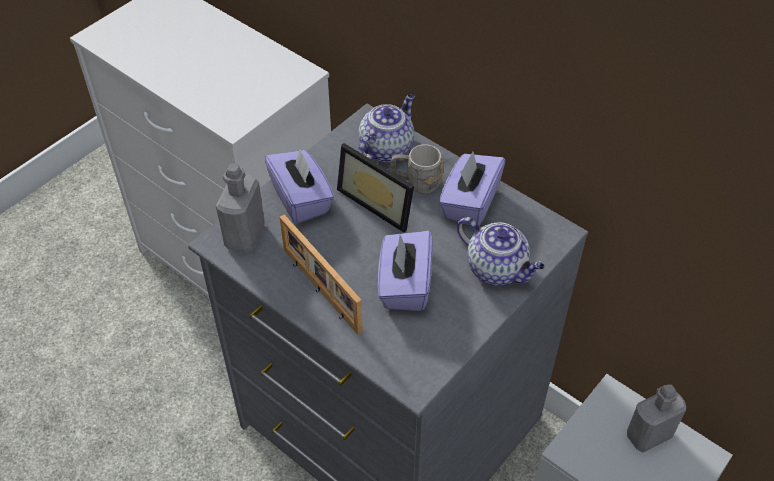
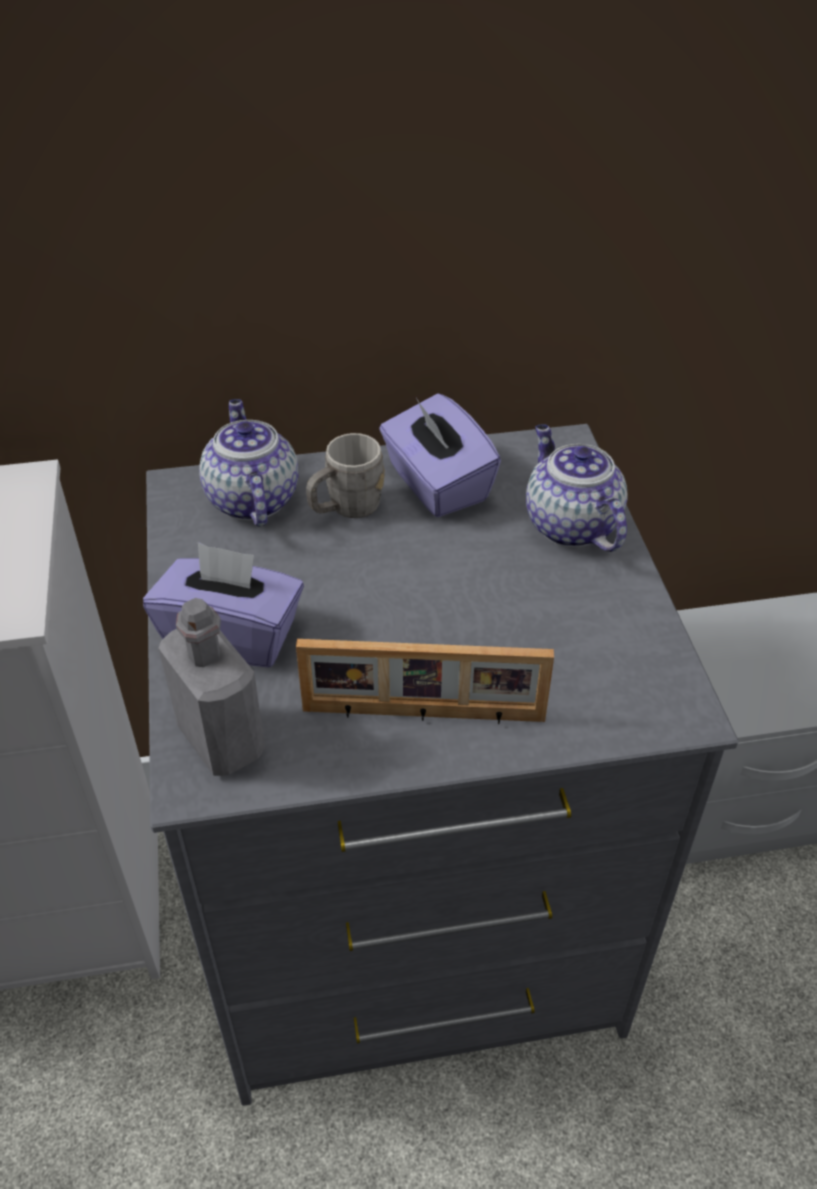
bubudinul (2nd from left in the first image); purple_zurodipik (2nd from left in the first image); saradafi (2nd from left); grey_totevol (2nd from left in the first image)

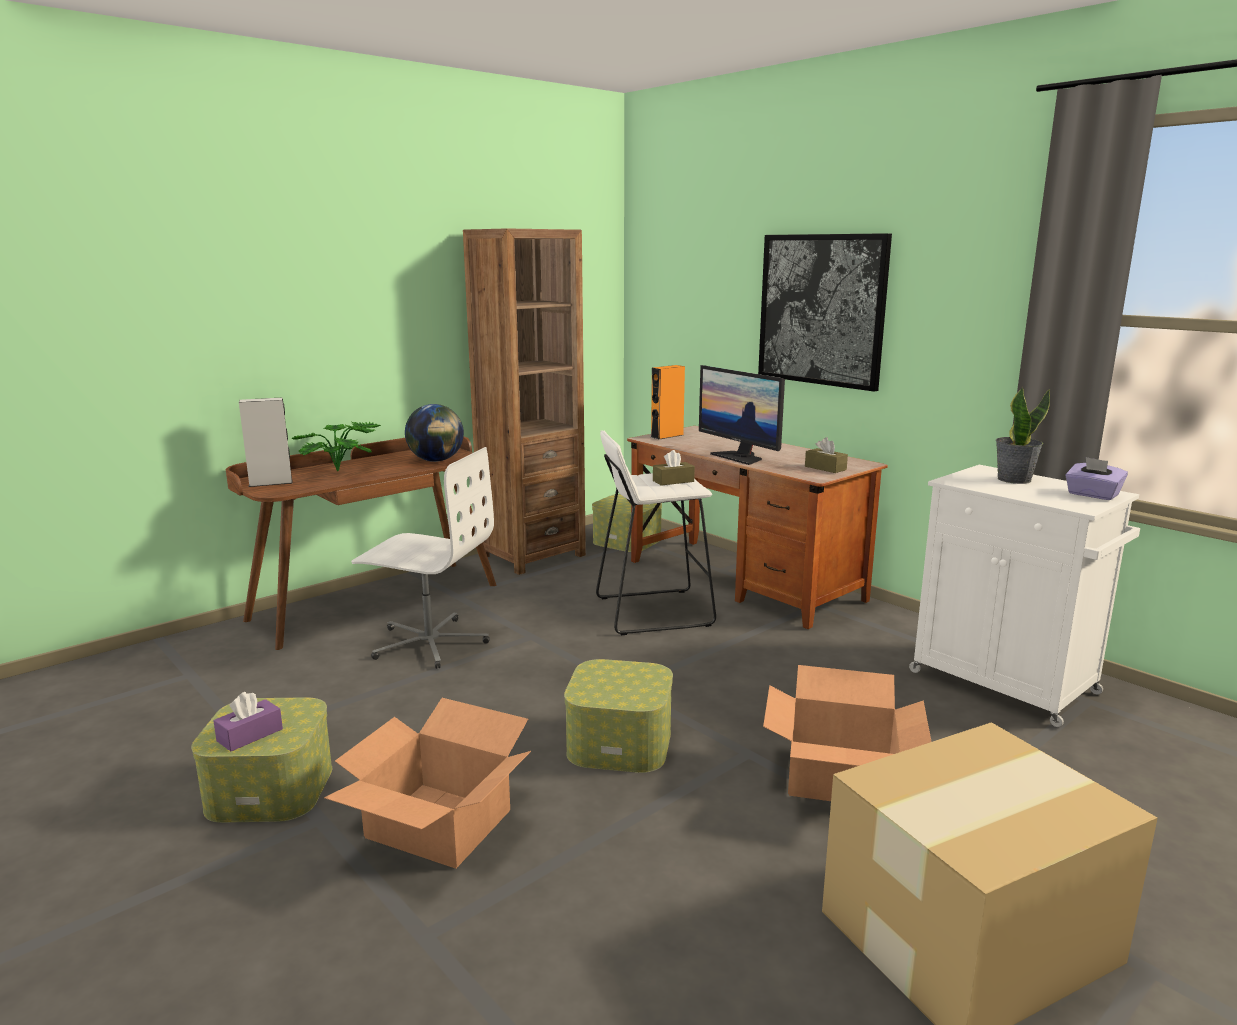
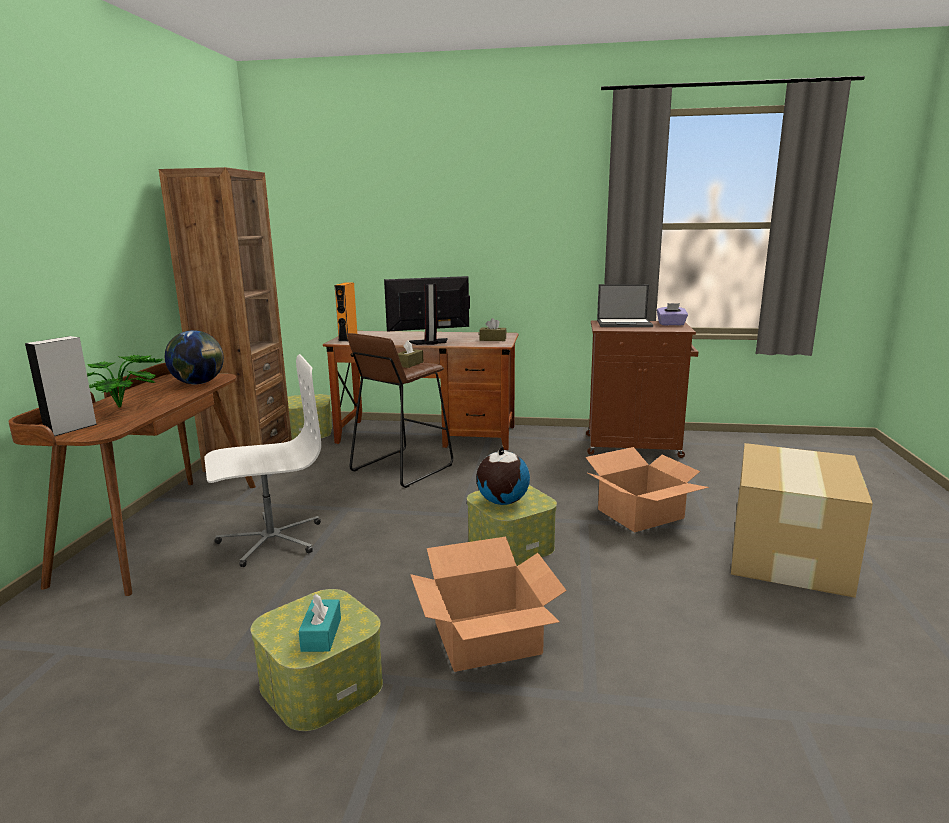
turquoise_zurodipik; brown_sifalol; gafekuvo; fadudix; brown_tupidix; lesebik; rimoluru (2nd from left)

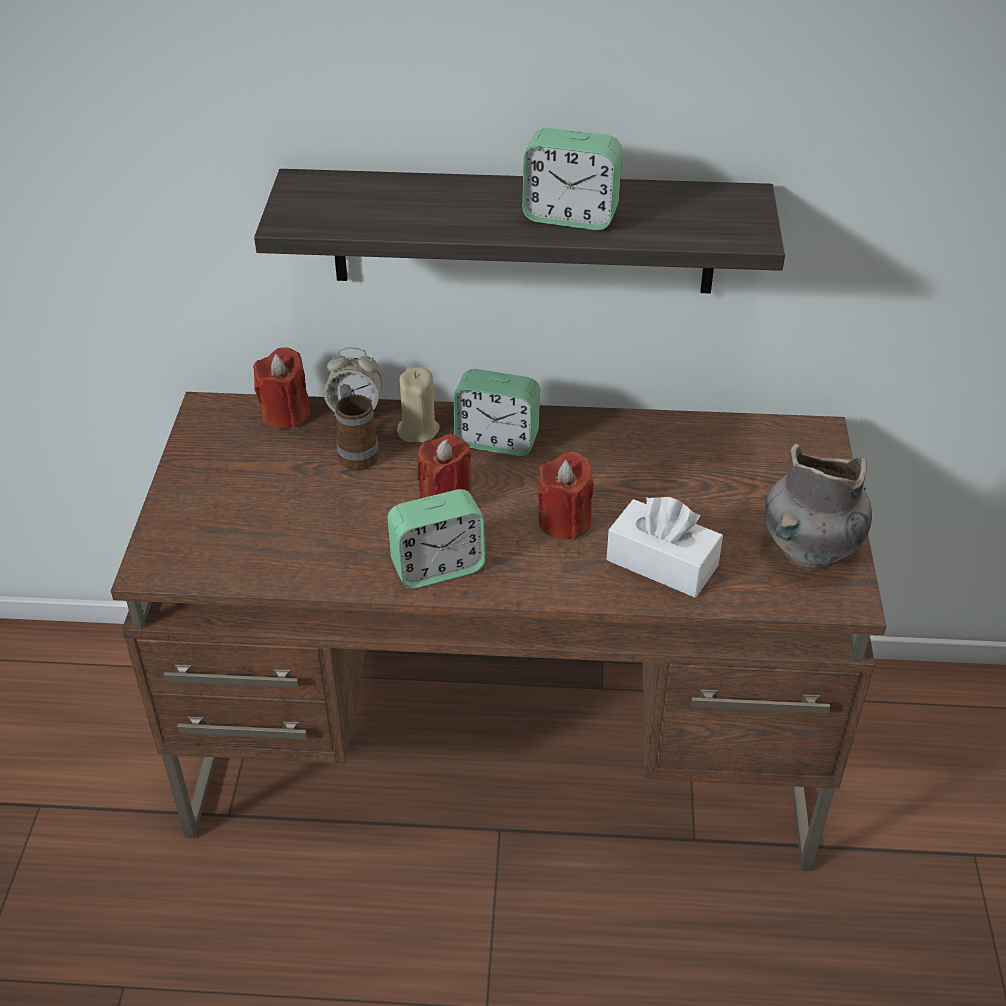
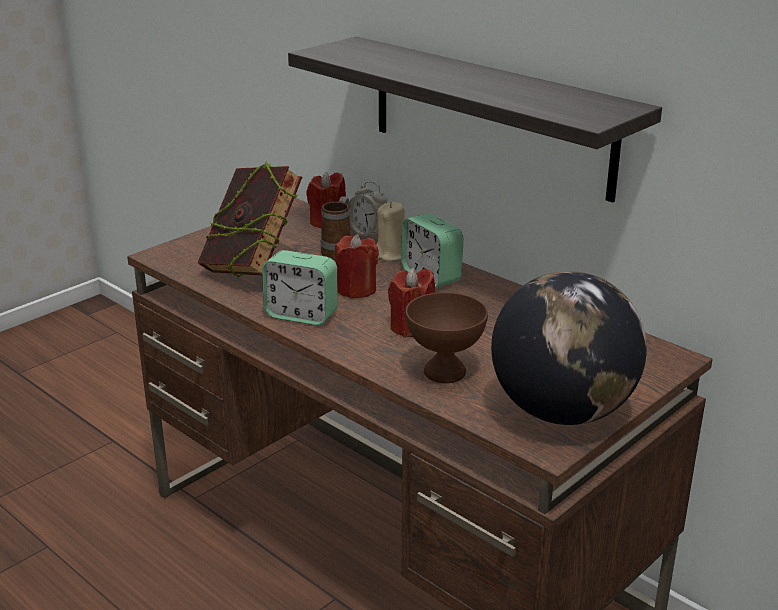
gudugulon (4th from left in the first image); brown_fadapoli; rimoluru; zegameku

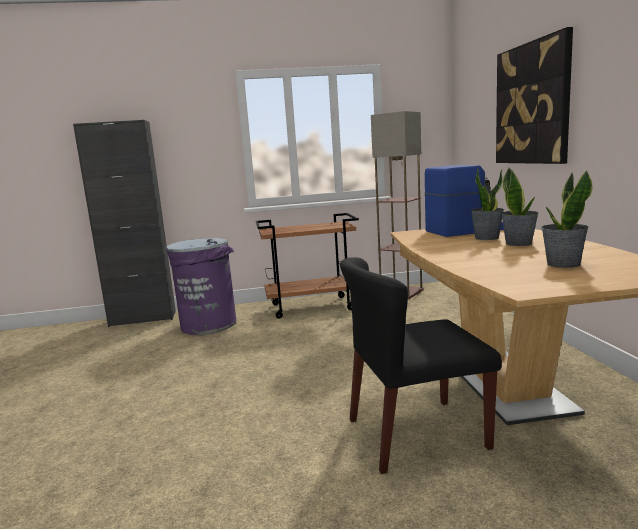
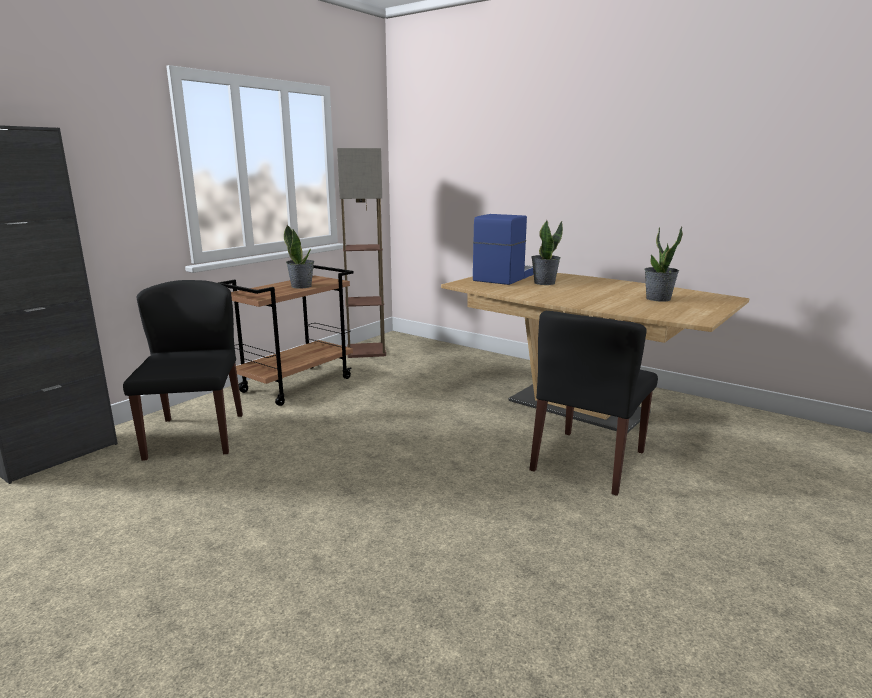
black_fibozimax (1st from left); fadudix; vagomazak (1st from left)

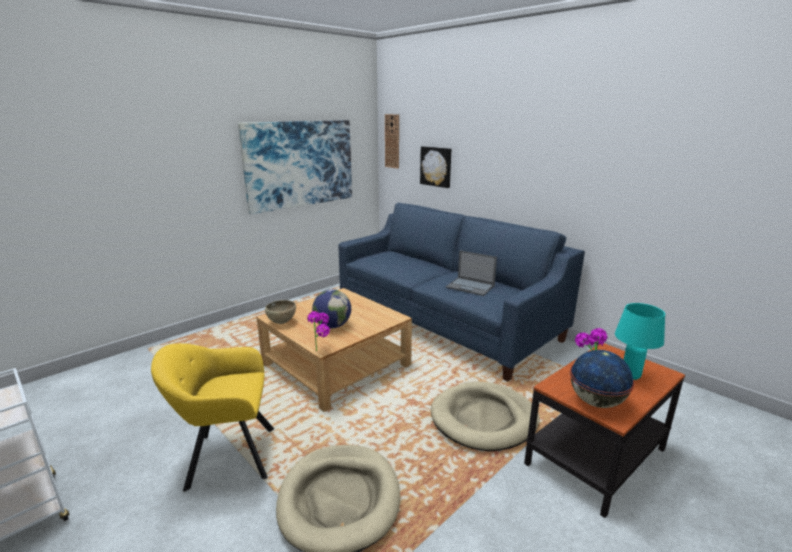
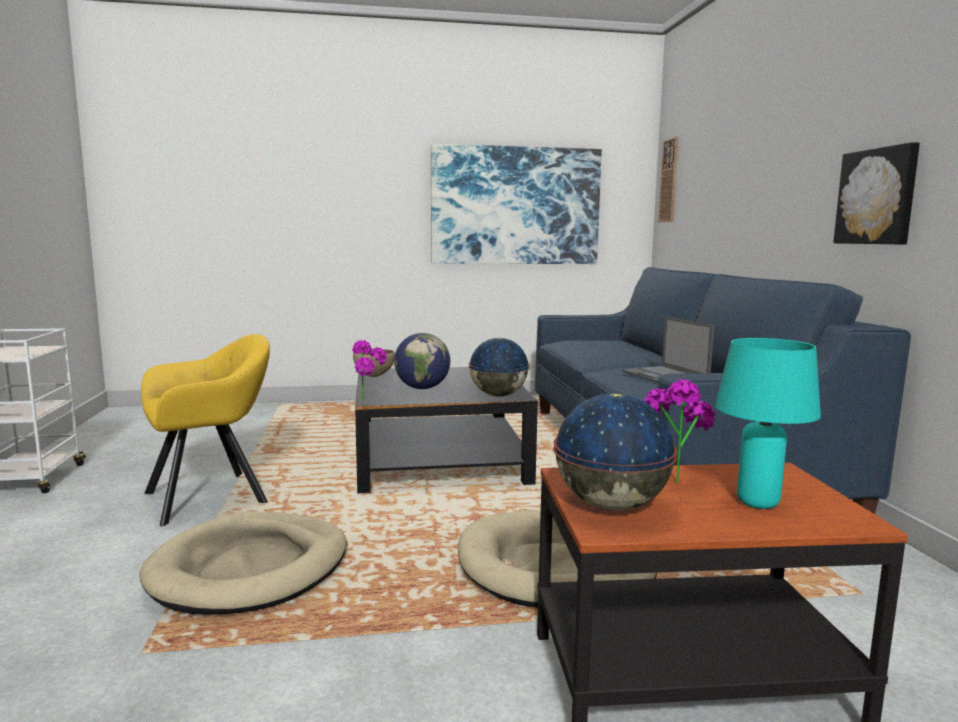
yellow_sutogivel; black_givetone; fadudix (2nd from left); rimoluru (2nd from left)

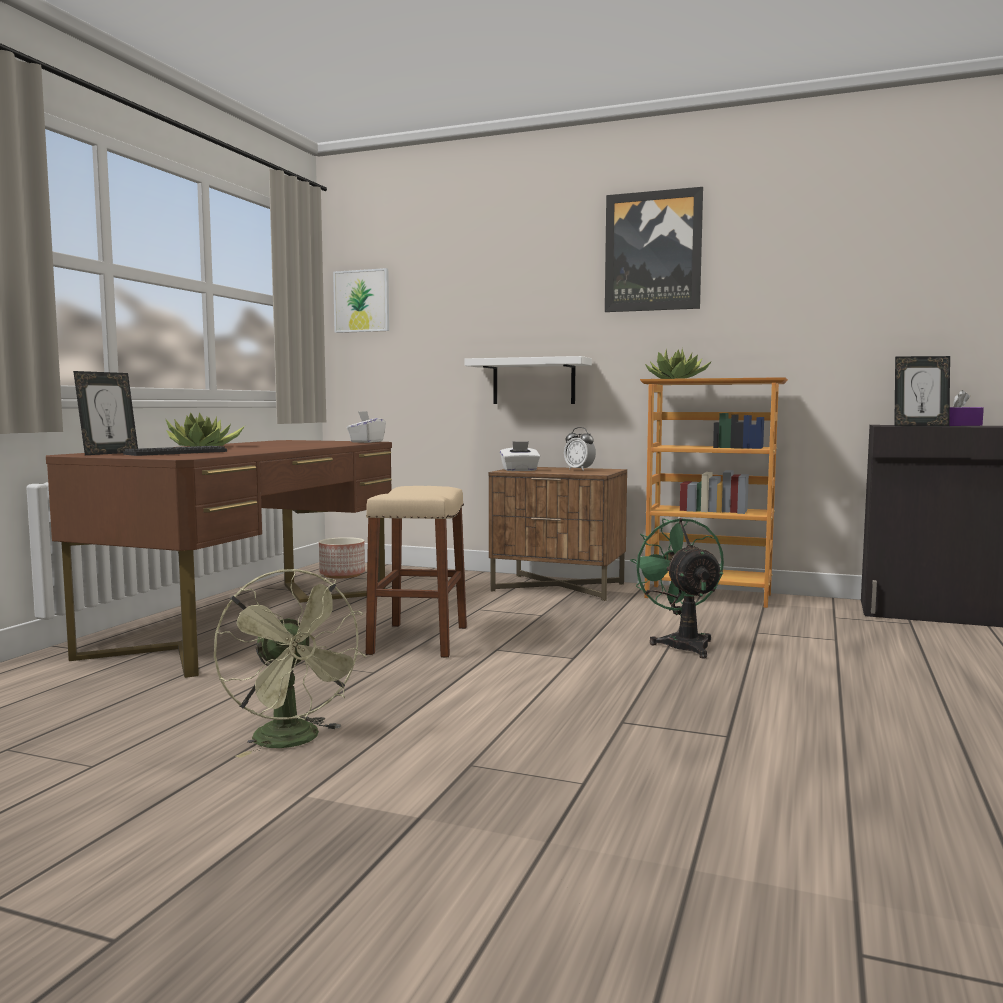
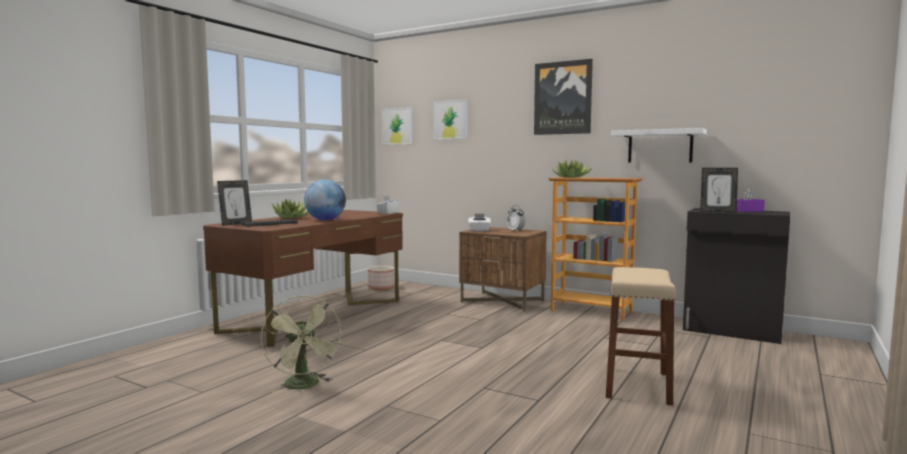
beige_sifalol; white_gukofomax; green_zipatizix (2nd from left in the first image); rimoluru; fadudix (2nd from left)

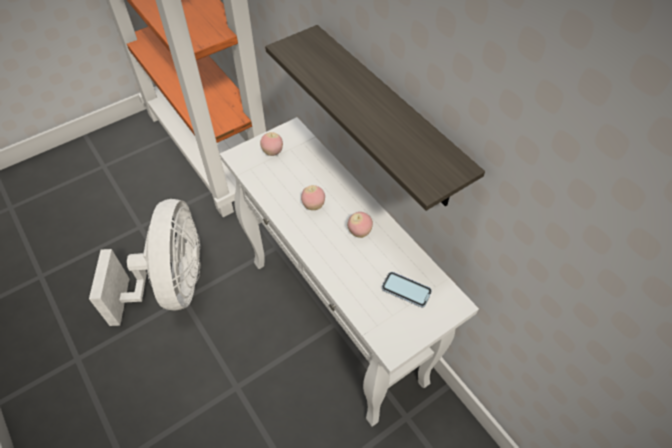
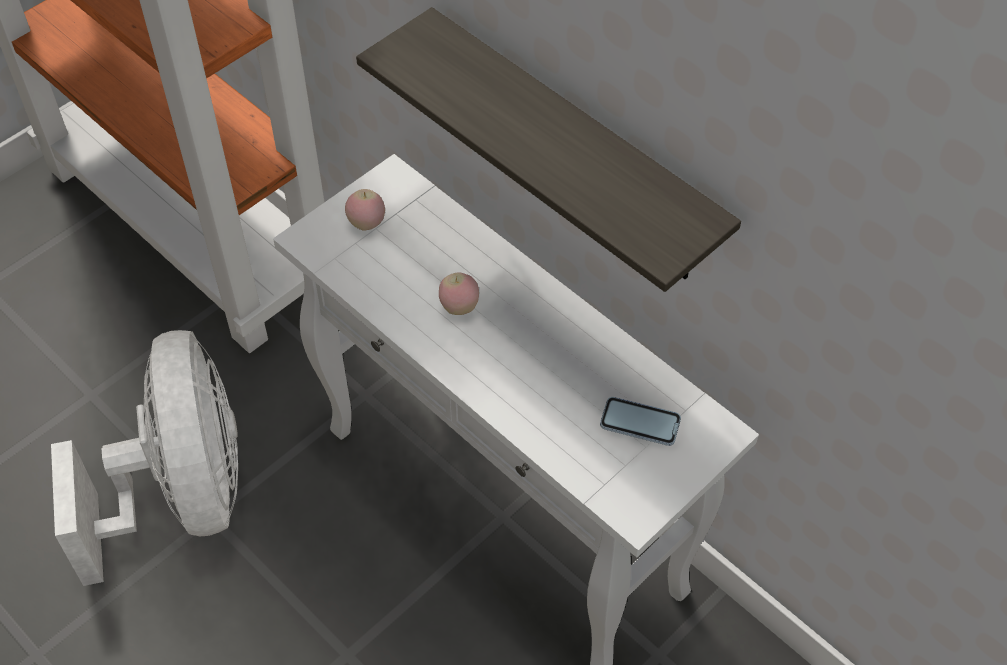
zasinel (3rd from left in the first image)

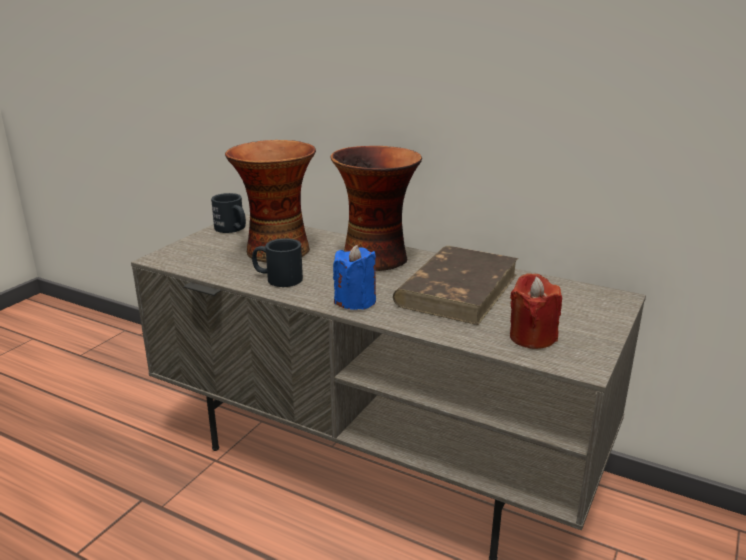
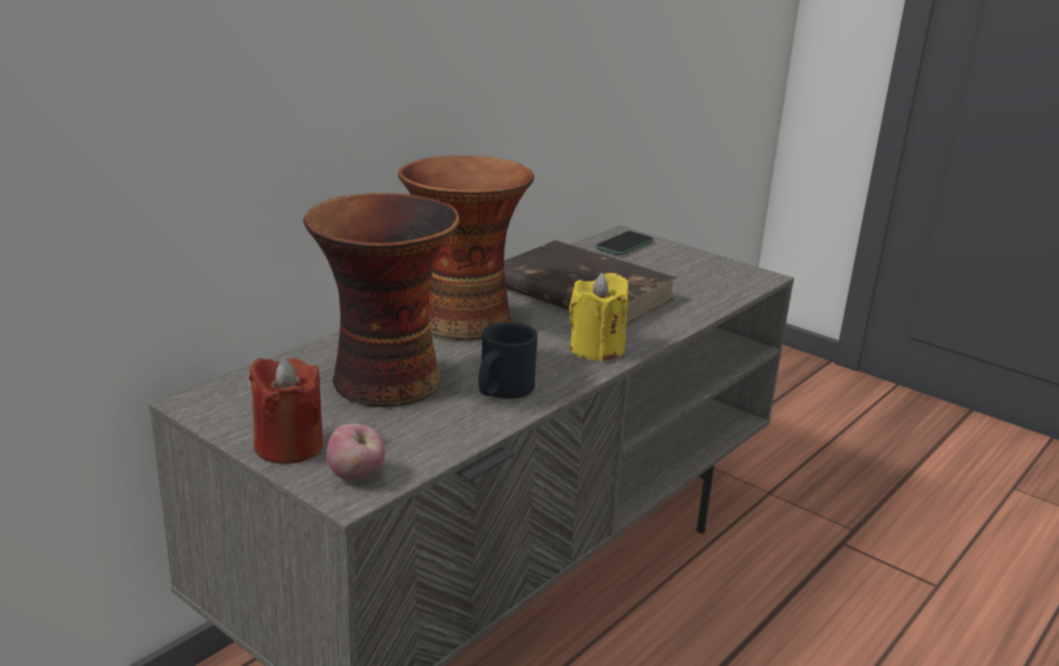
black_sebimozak (1st from left in the first image); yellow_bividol; red_bividol; zasinel; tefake

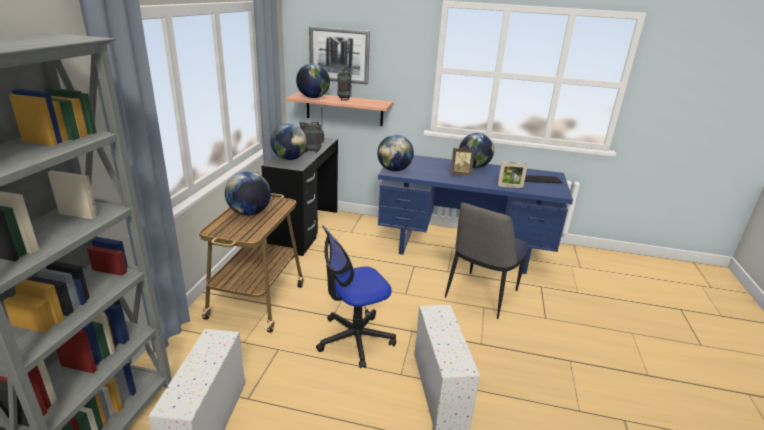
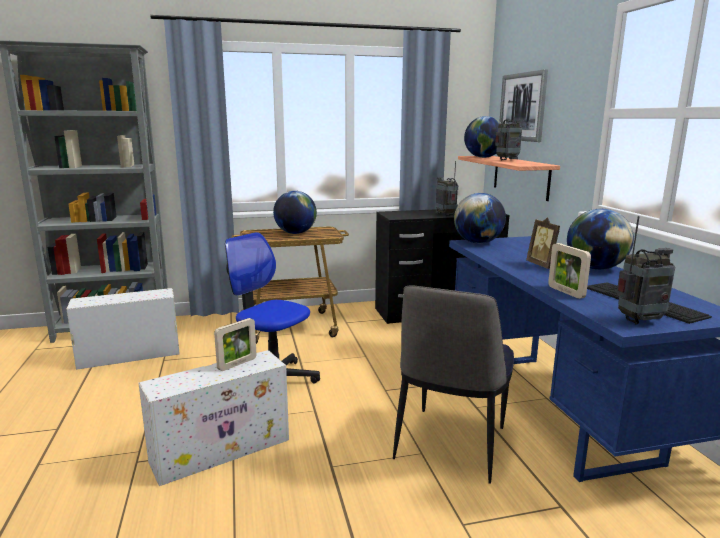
rimoluru (2nd from left in the first image); fibozimax; bubudinul (1st from left); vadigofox (3rd from left)

